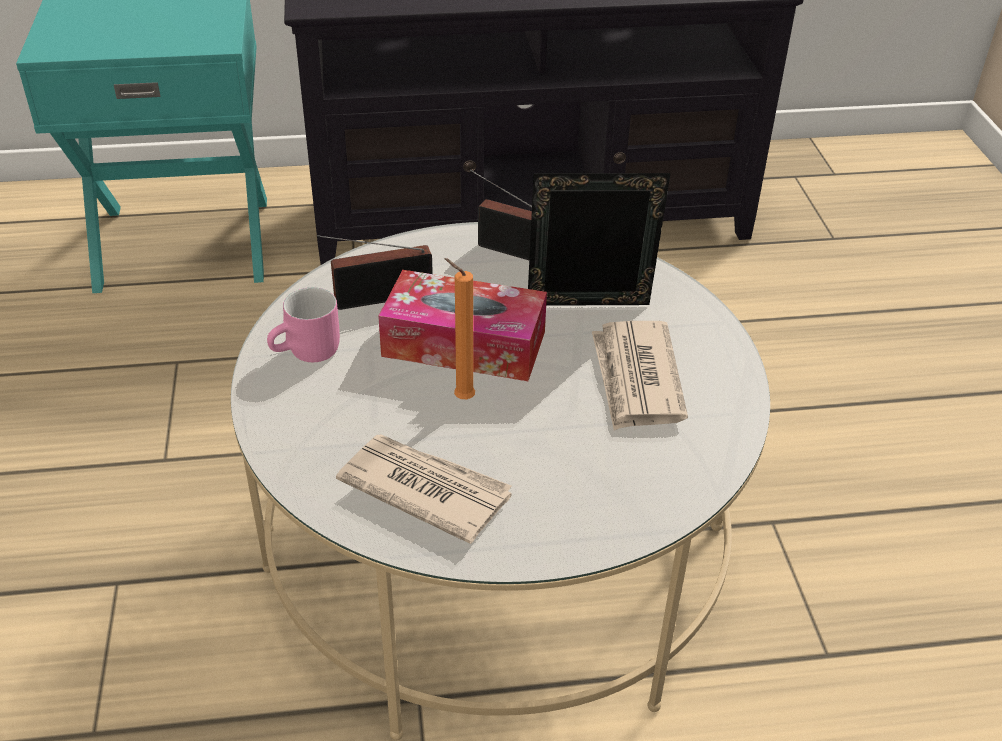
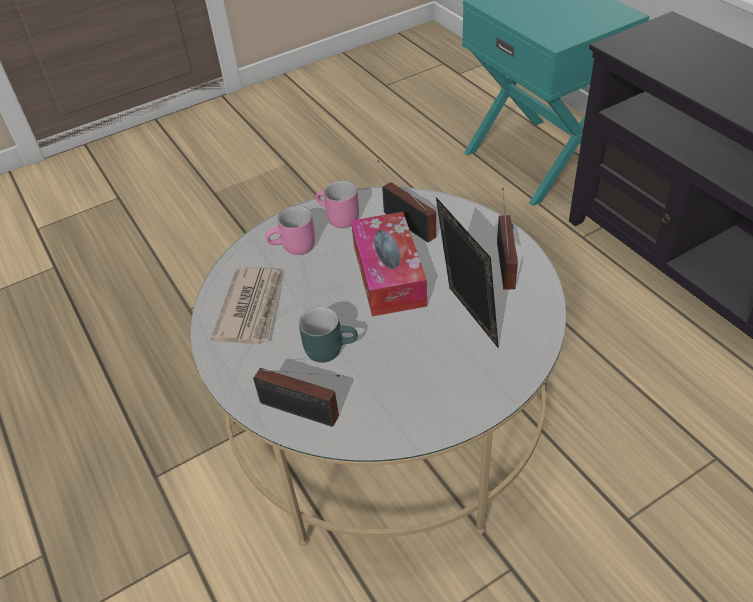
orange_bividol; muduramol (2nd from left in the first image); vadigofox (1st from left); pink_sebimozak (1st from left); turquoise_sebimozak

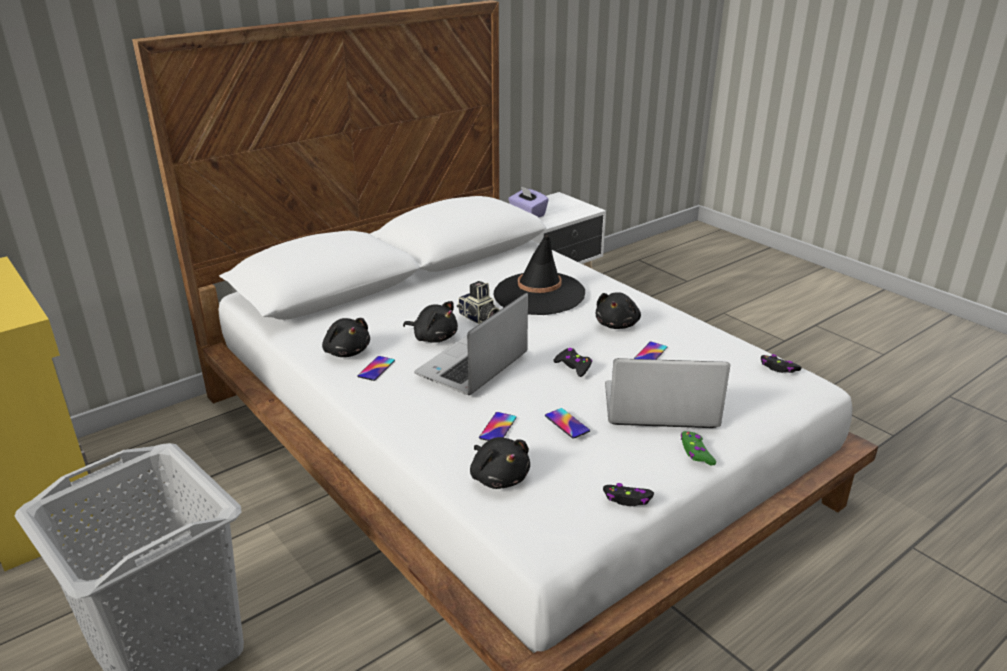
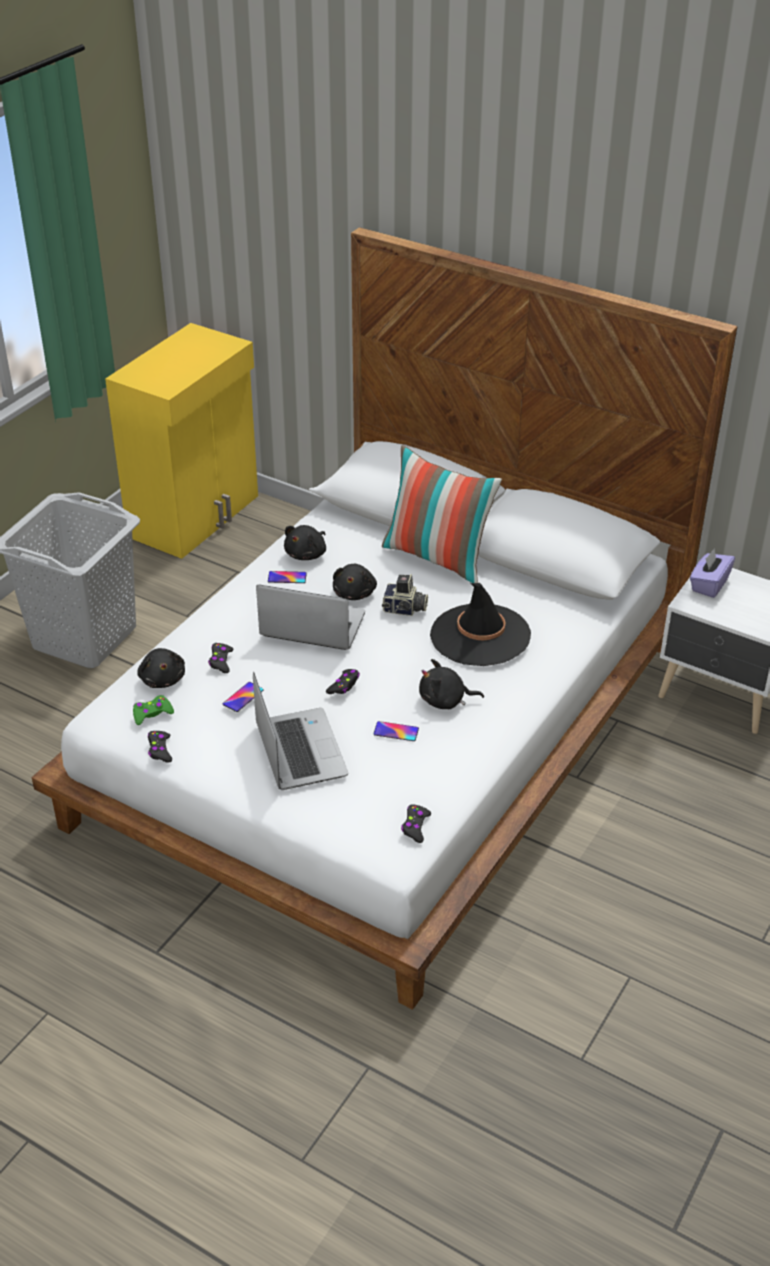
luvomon; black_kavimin (1st from left); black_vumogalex (2nd from left); green_vumogalex; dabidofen

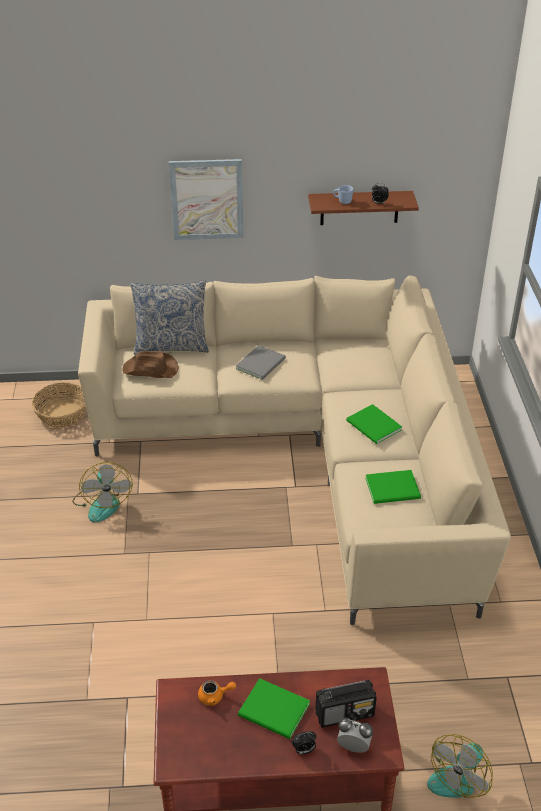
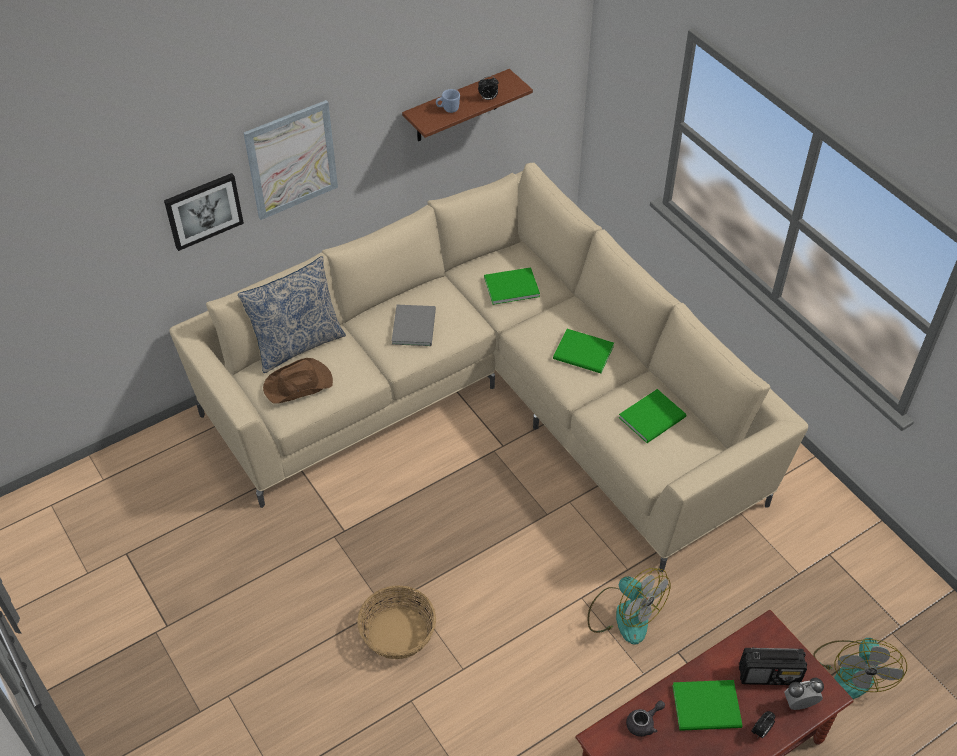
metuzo; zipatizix (1st from left); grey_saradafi; vadigofox; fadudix (1st from left); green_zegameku (1st from left)

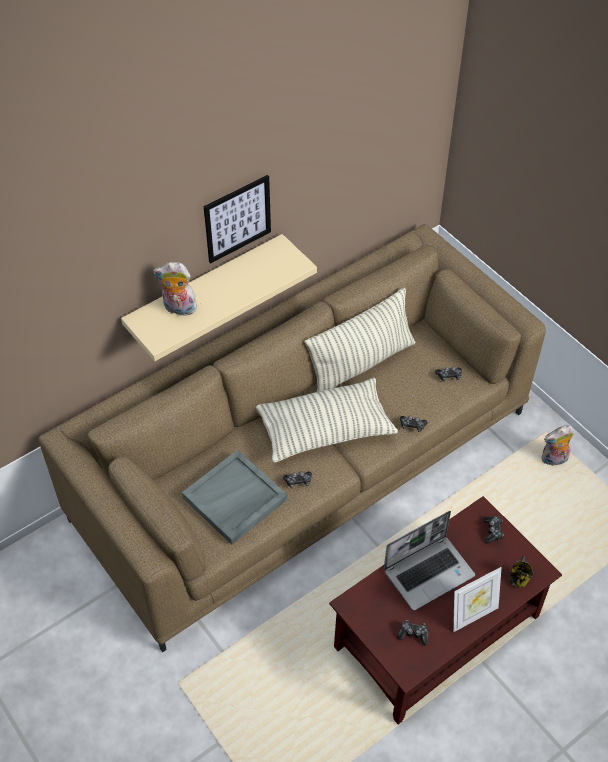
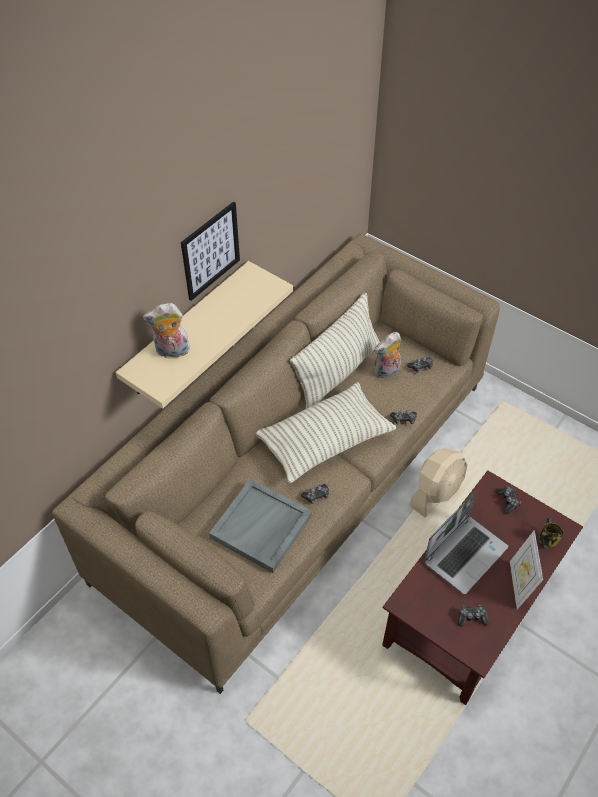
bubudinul; kavimin (2nd from left); beige_zipatizix

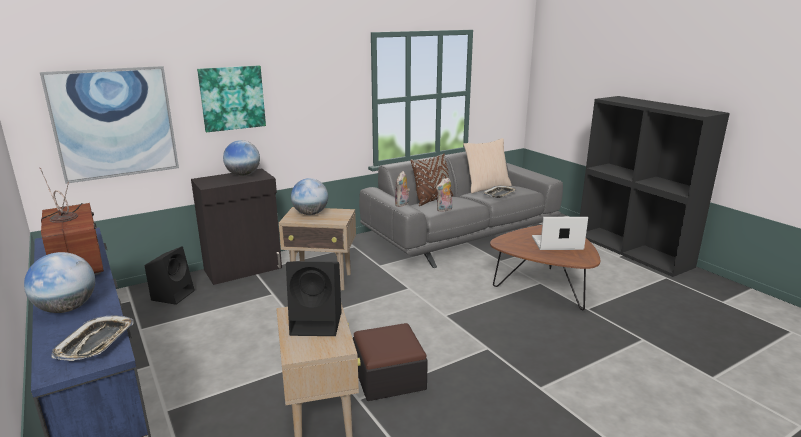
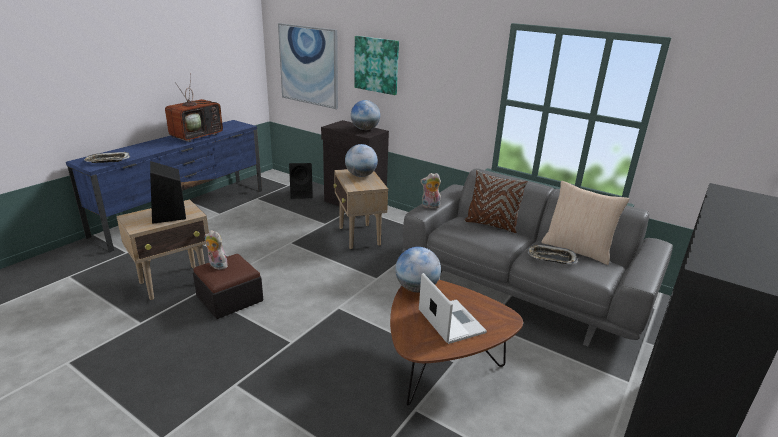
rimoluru (3rd from left); kavimin (1st from left)

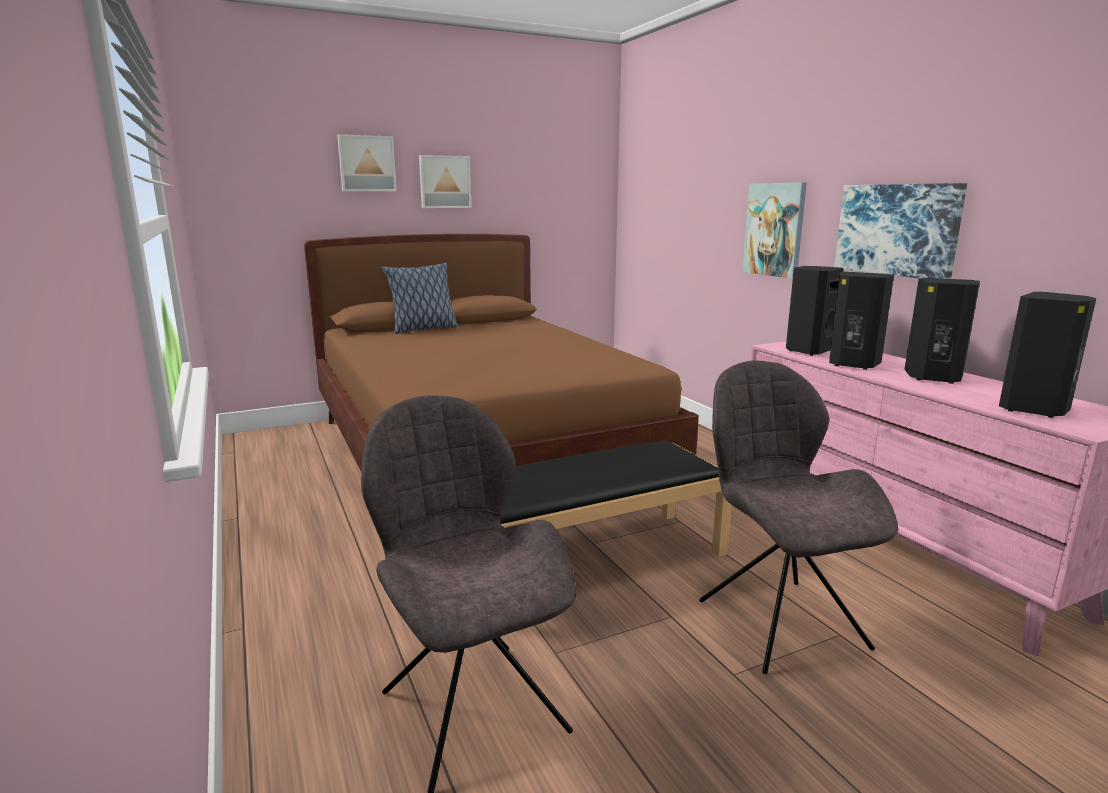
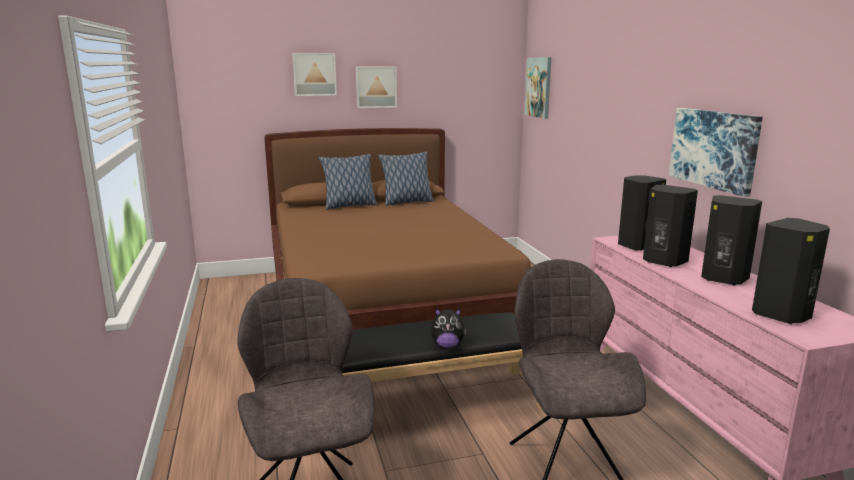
fadudix (3rd from left); dabidofen (2nd from left); kavimin

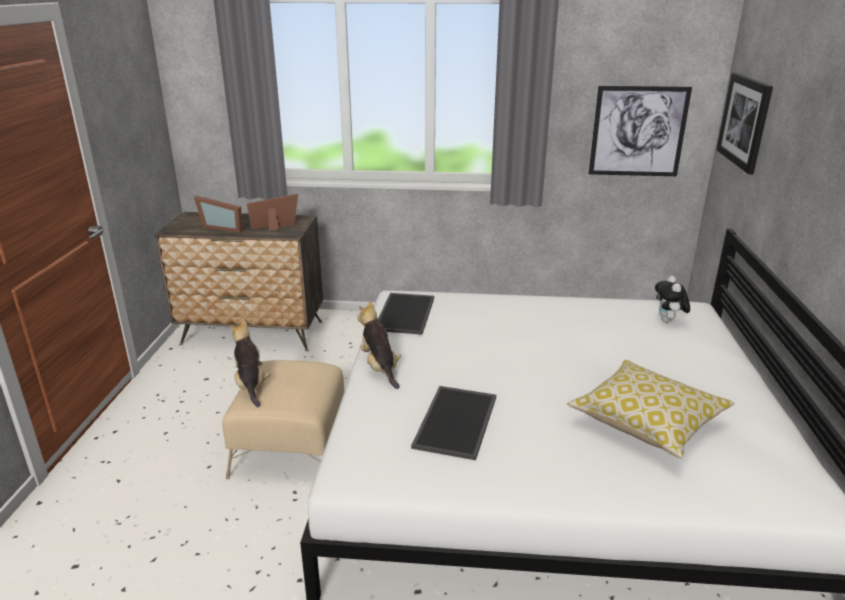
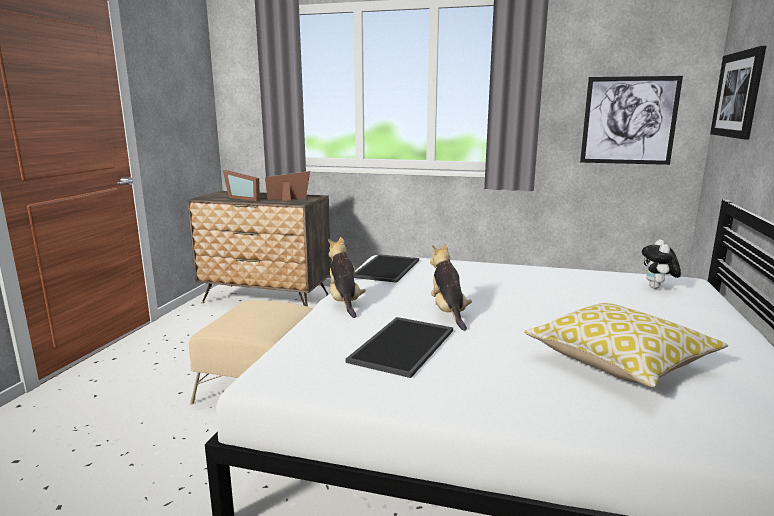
kavimin (2nd from left)

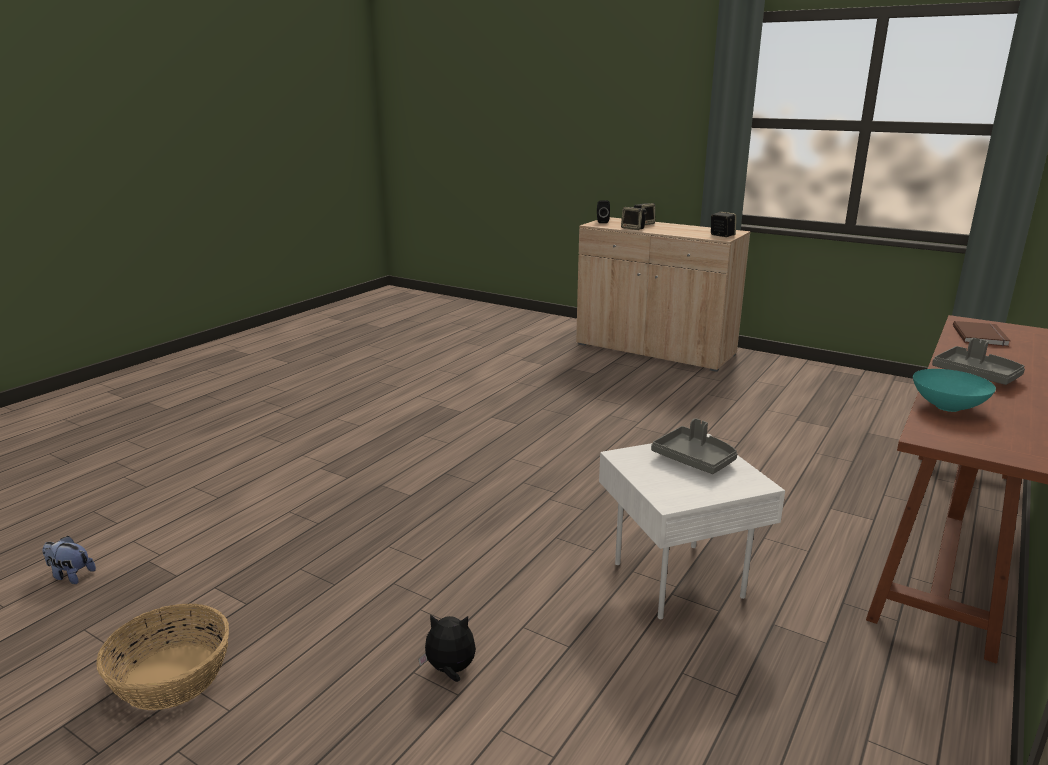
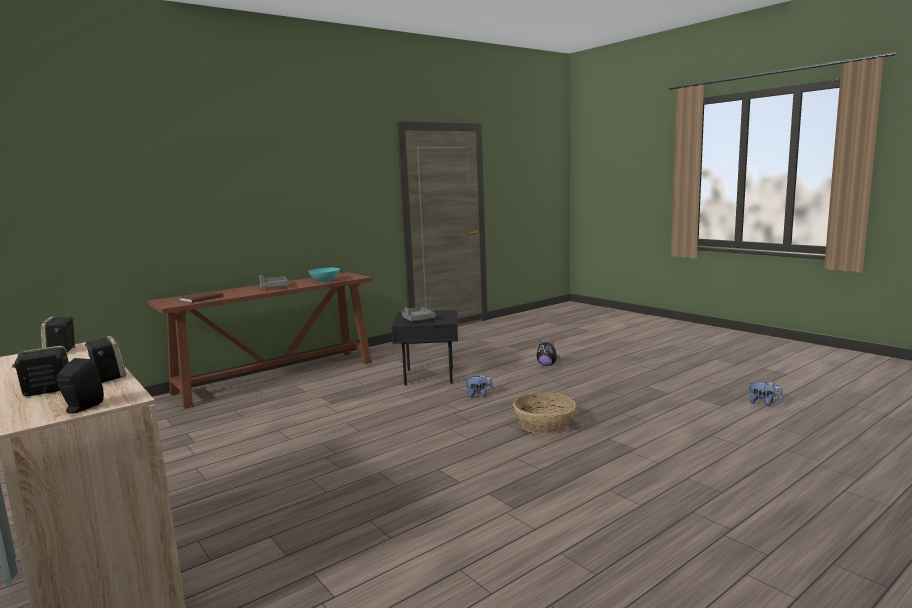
metuzo; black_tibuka; kavimin (1st from left)

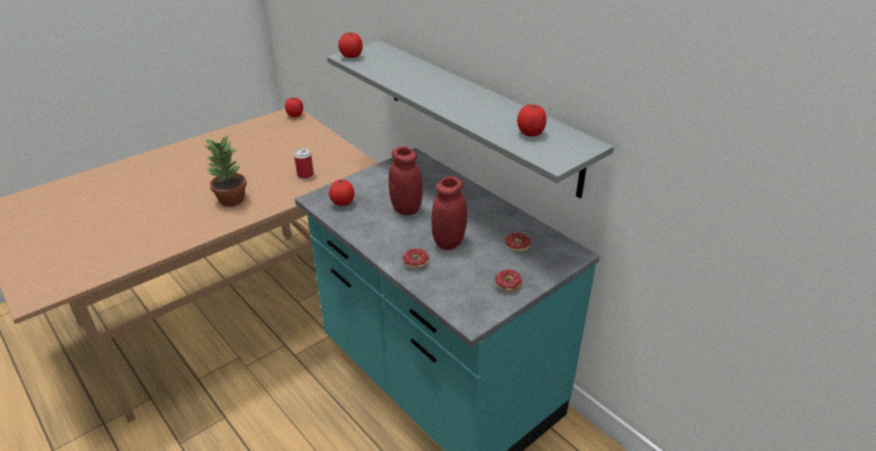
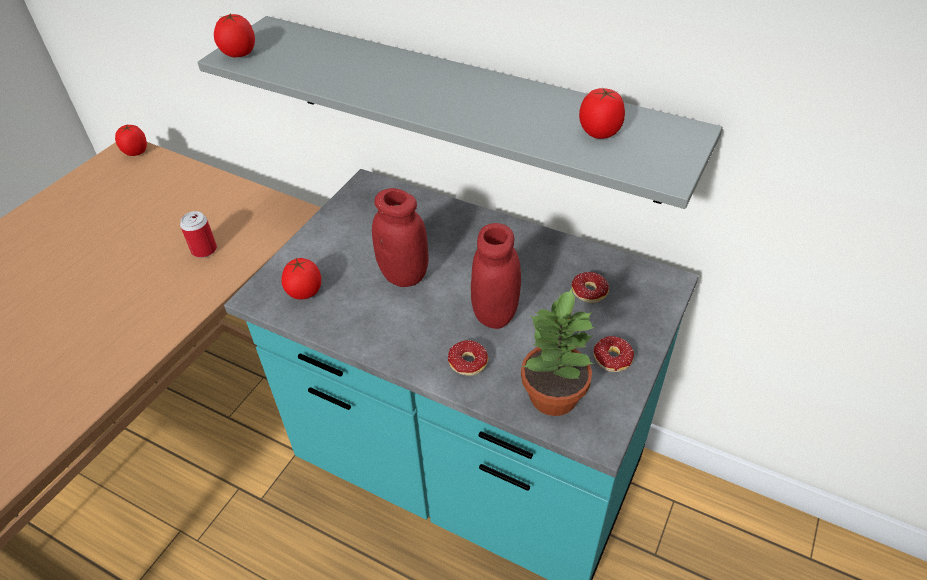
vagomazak

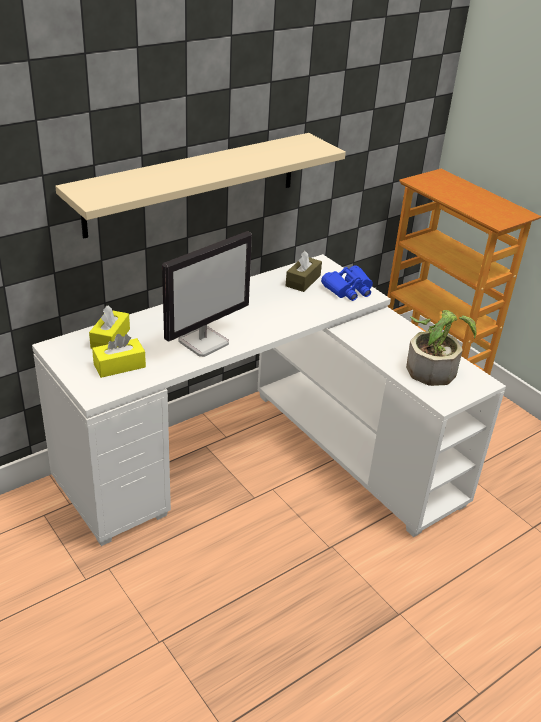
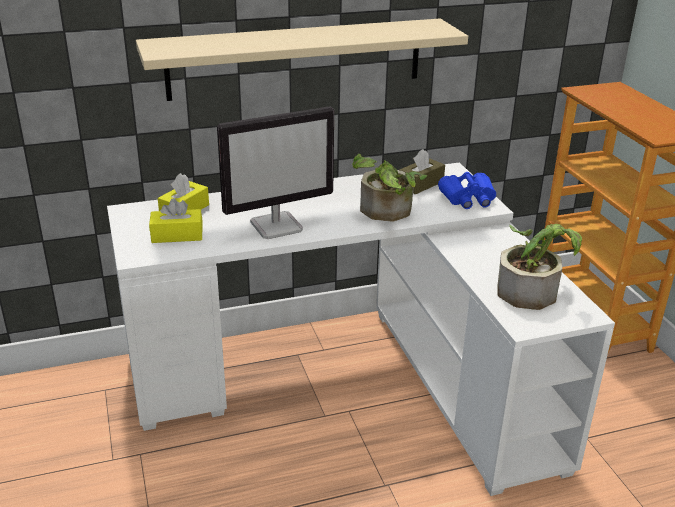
vagomazak (1st from left)

